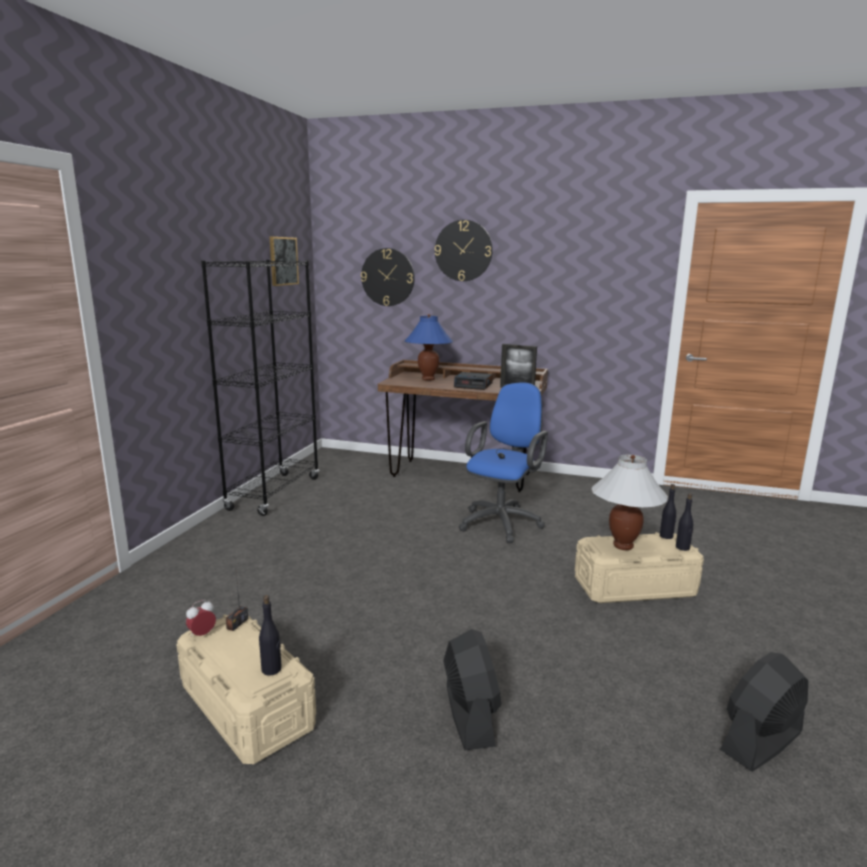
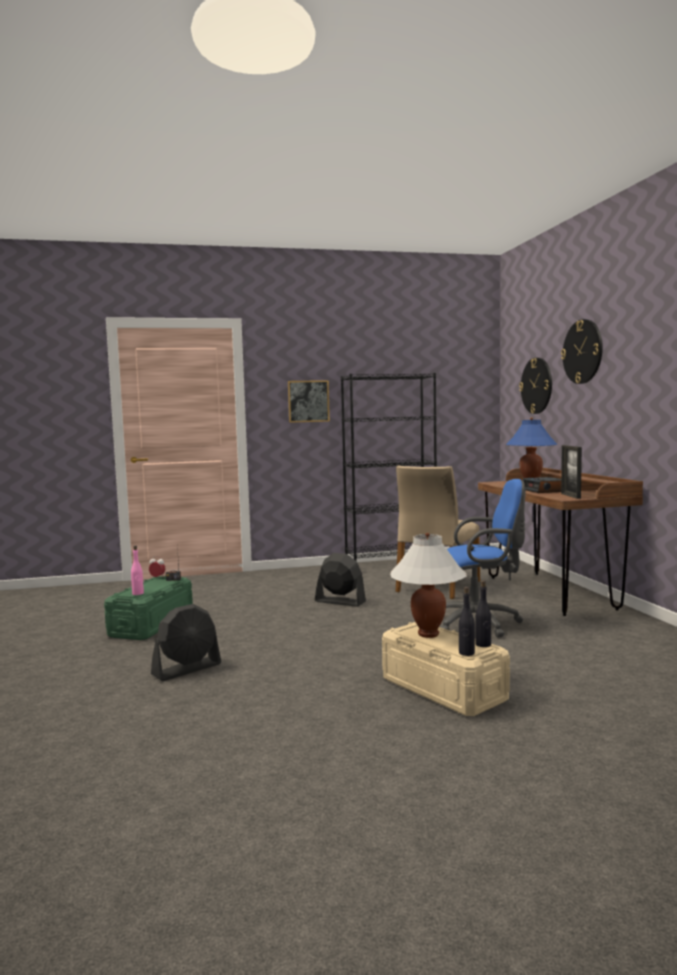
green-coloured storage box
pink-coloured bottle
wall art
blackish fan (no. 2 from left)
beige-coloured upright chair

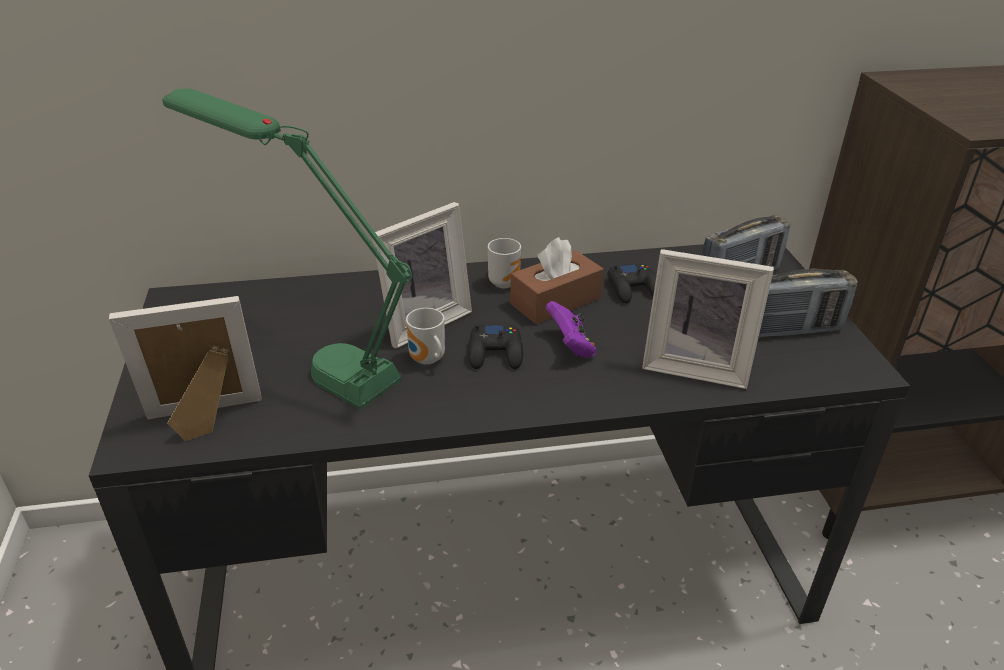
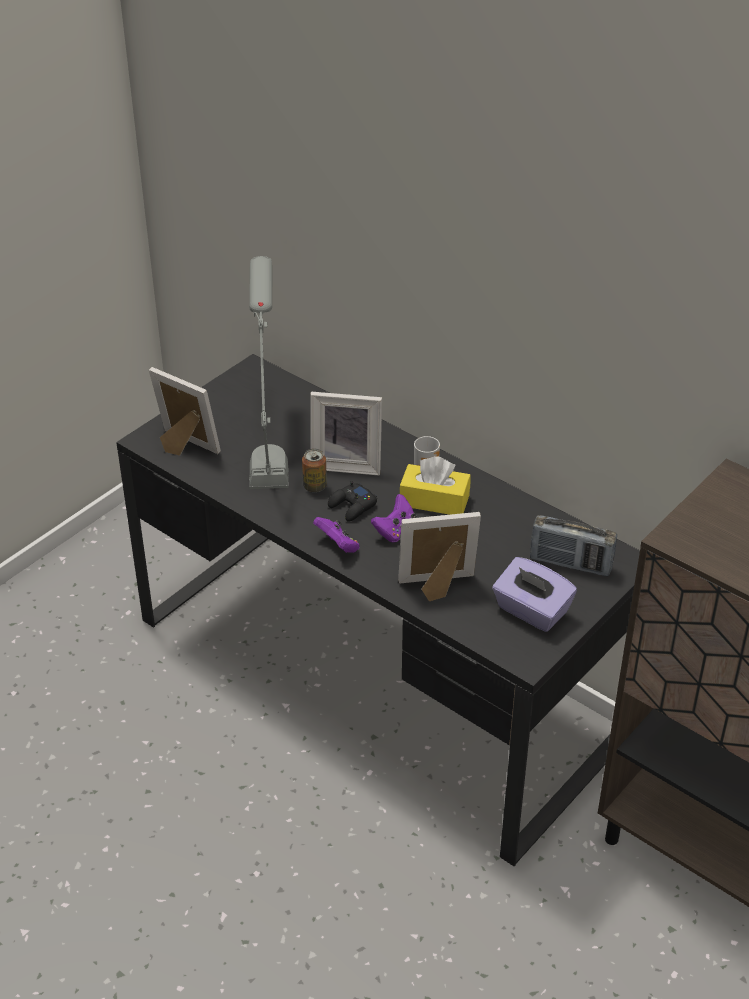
gray lamp for a table
can
purple gamepad (no. 1 from left)
standing frame (no. 3 from left)
yellowish tissue box
purple tissue box
blackish gamepad (no. 2 from left in the first image)

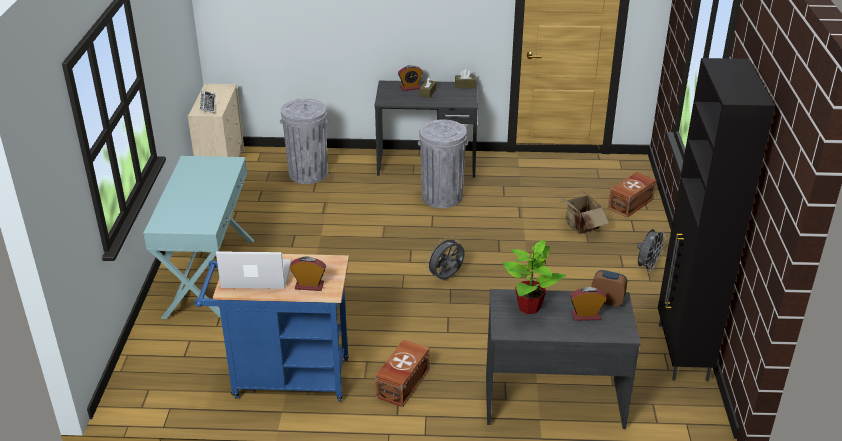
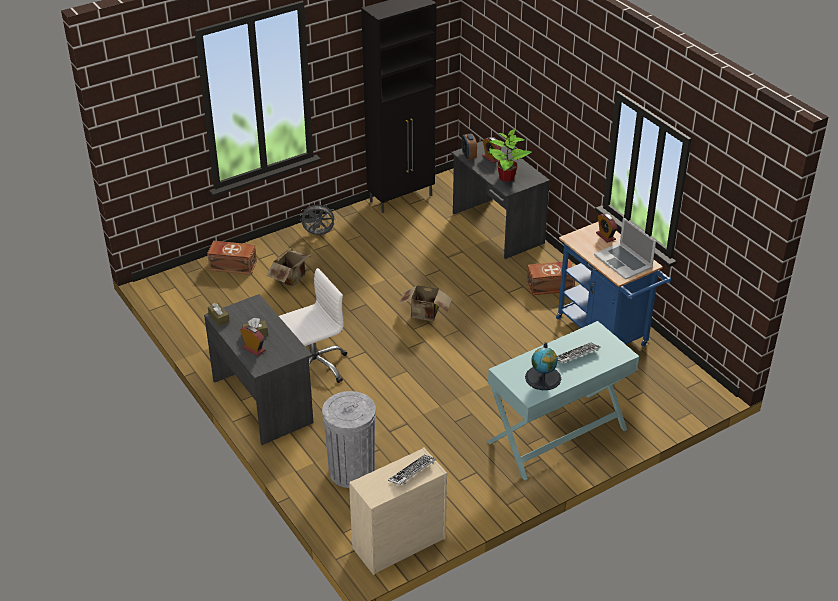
white-coloured office chair
packing box (no. 2 from left)
globe
computer keyboard (no. 2 from left)

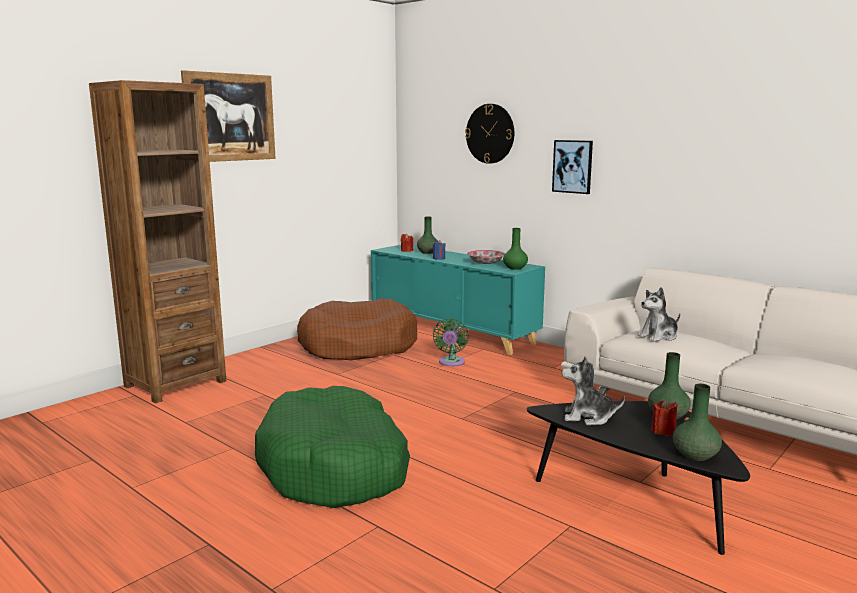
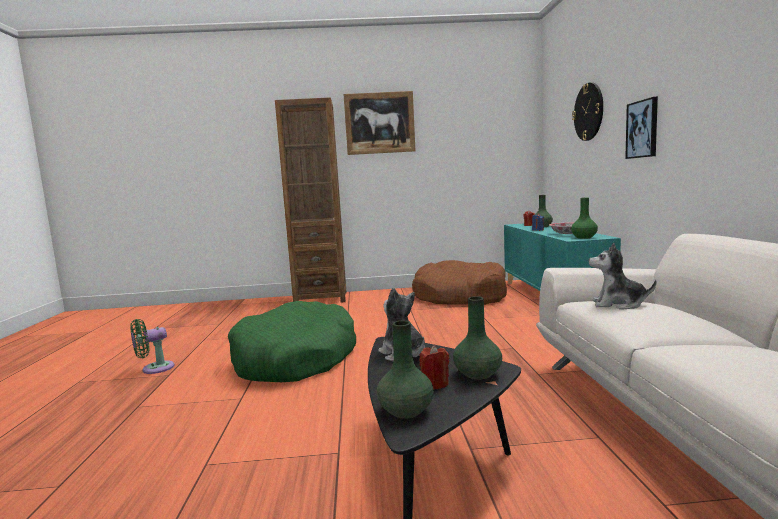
green-coloured fan

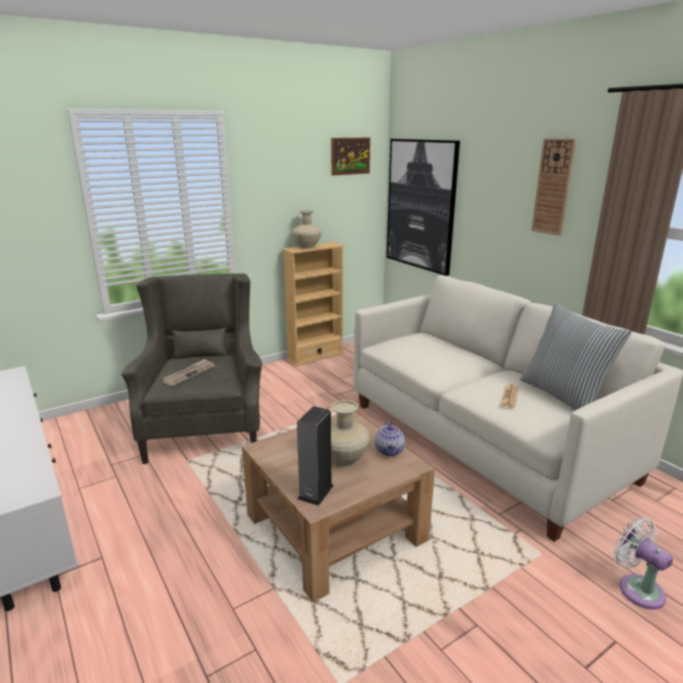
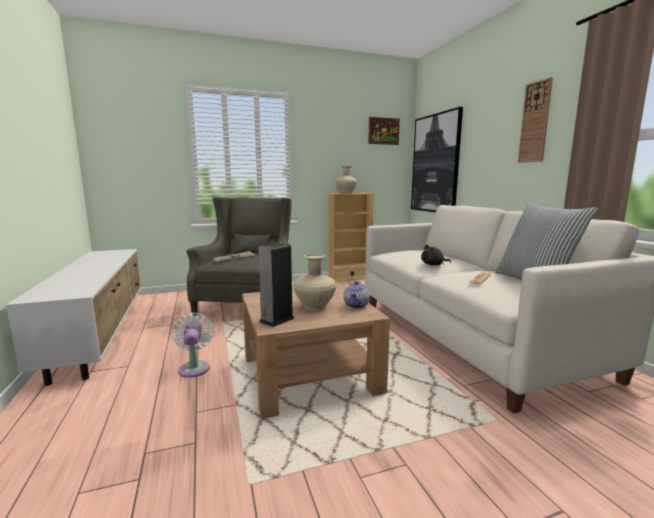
white-coloured fan
blackish cuddly toy

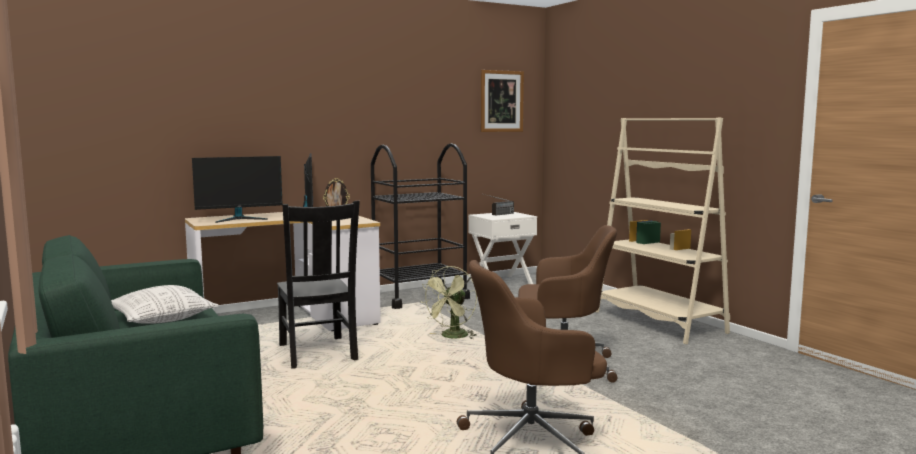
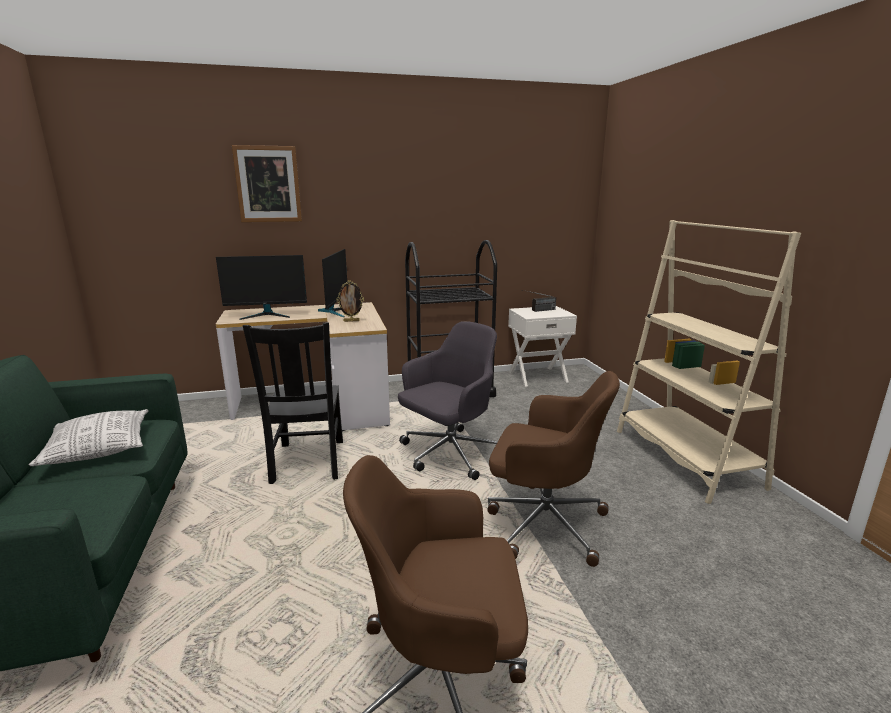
wall art
gray office chair

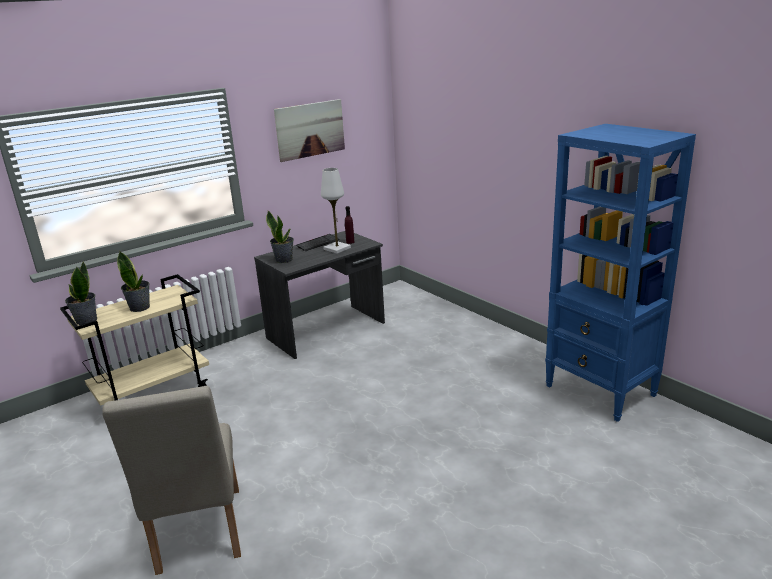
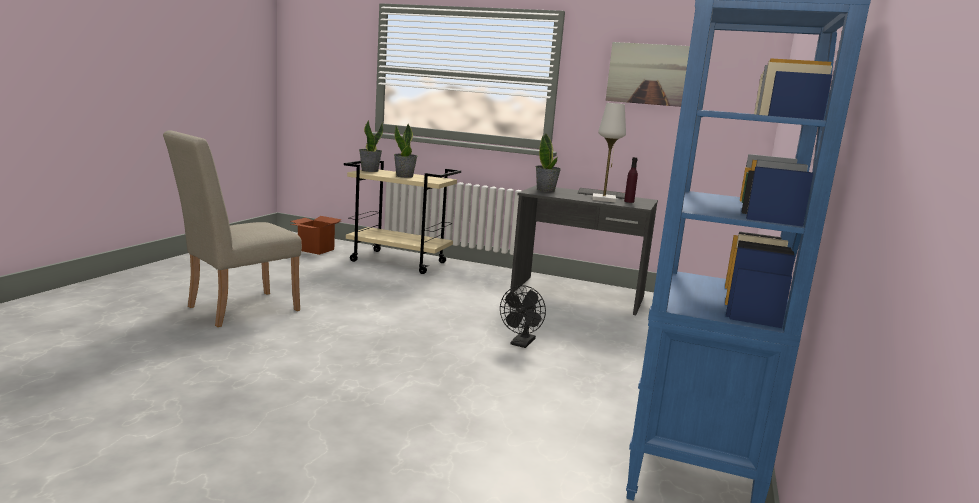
packing box
blackish fan

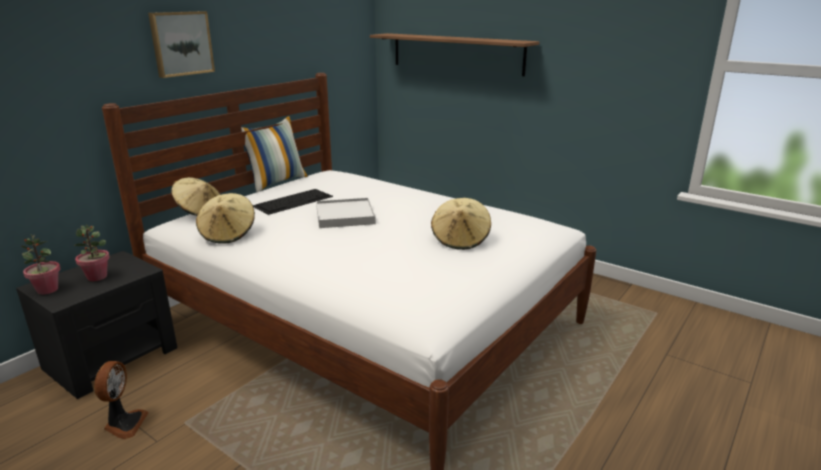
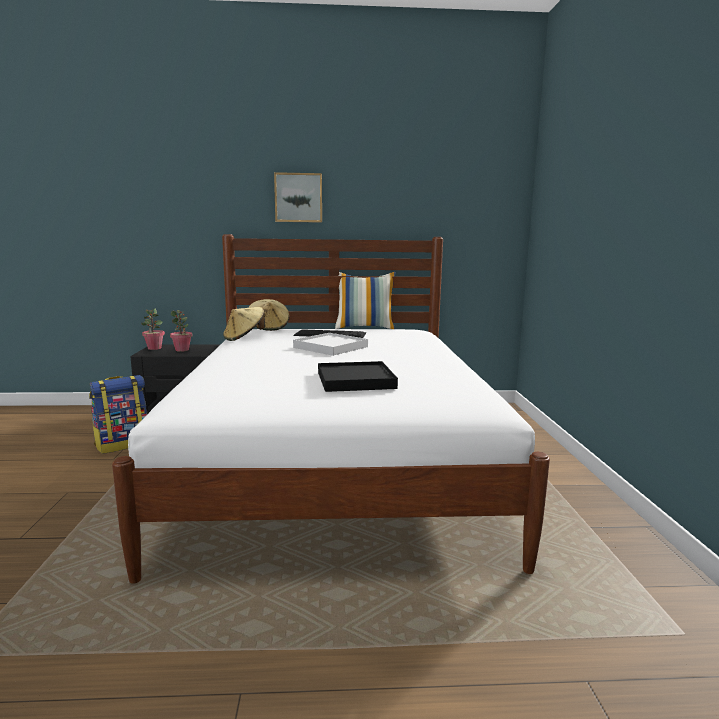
backpack
blackish serving tray
bracket shelf

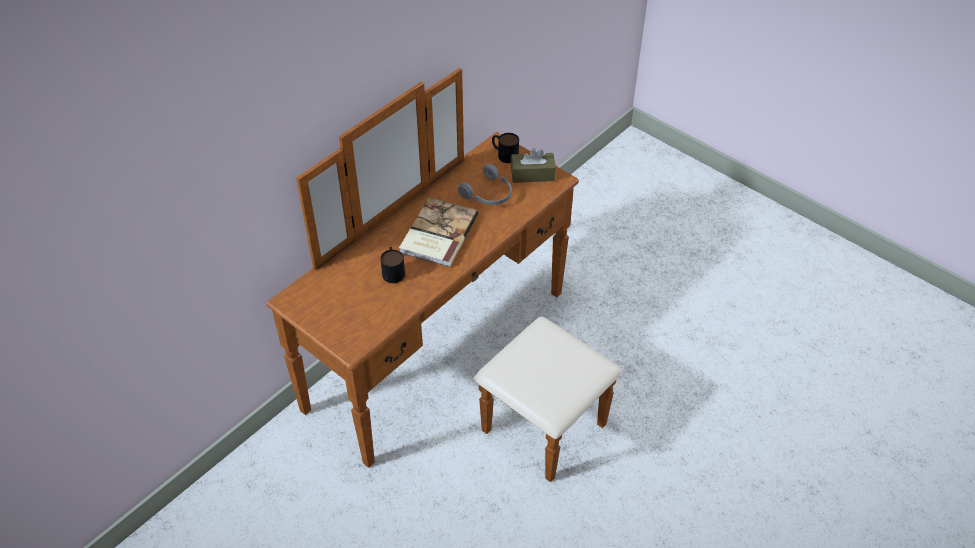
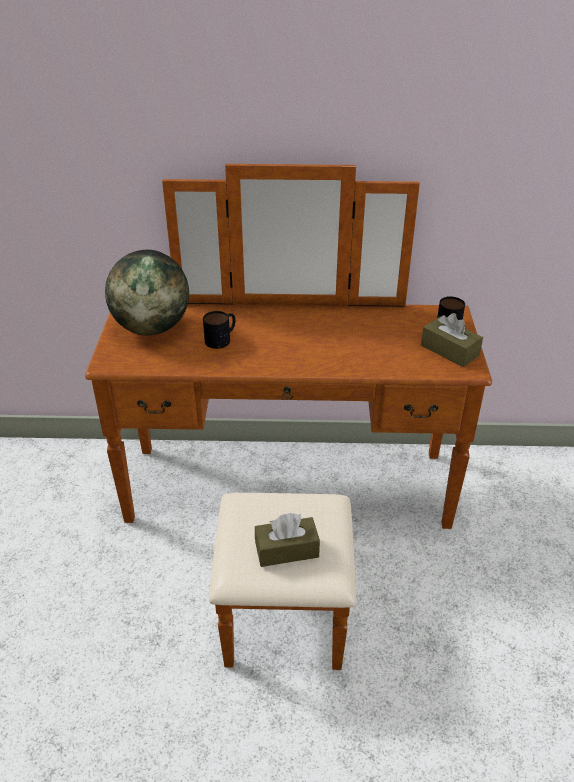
globe
brown-coloured tissue box (no. 1 from left)
volume
gray headset

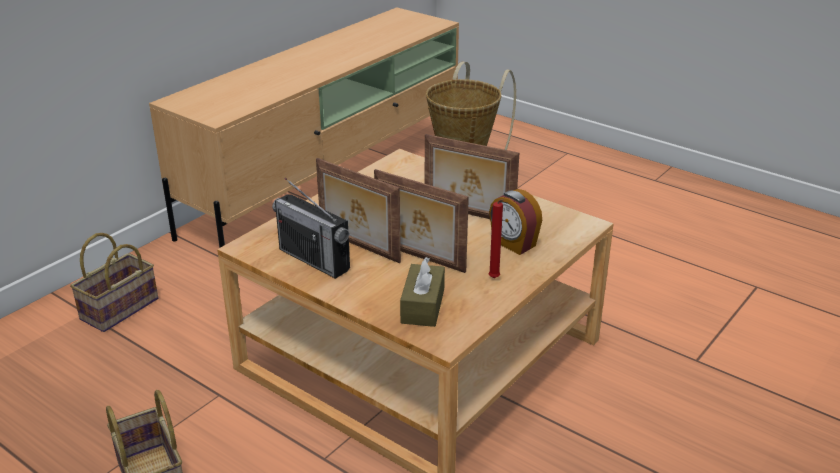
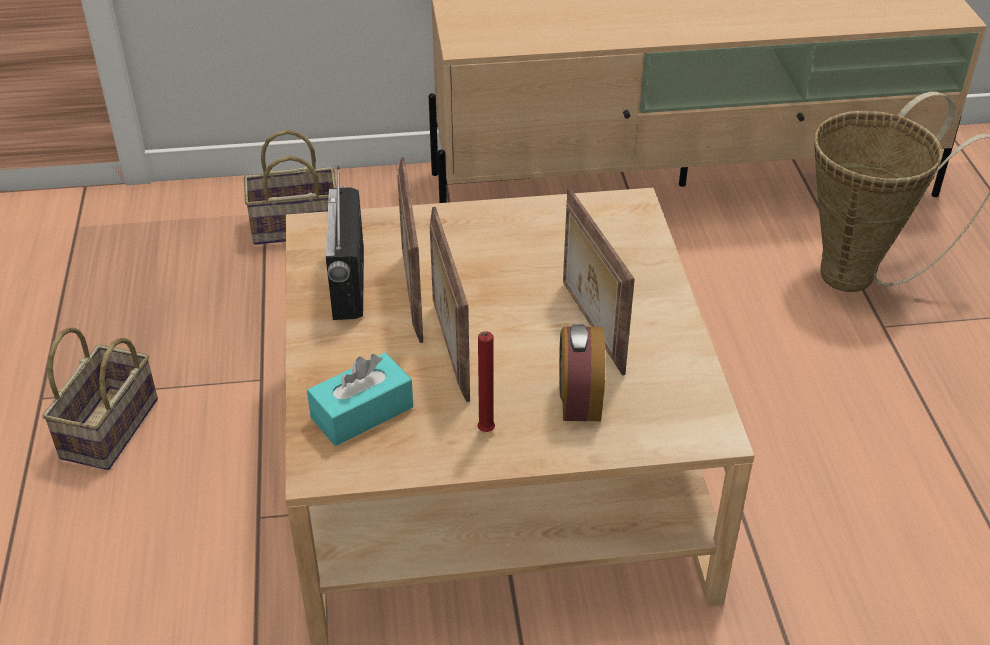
turquoise-coloured tissue box

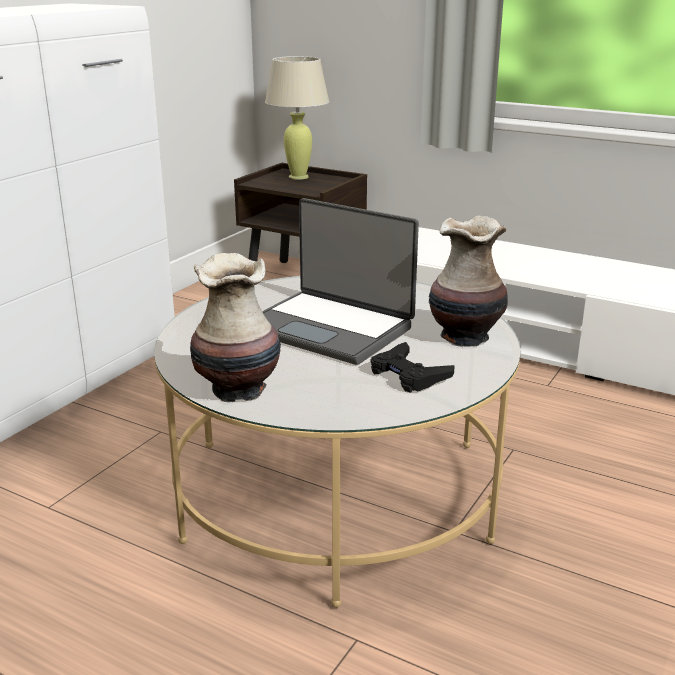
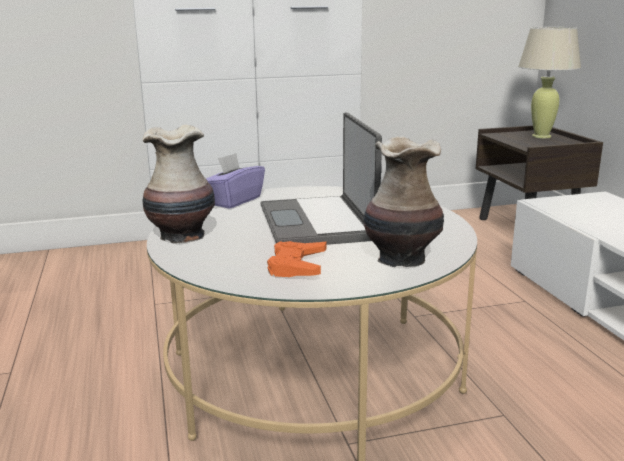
purple tissue box
orange-coloured gamepad

